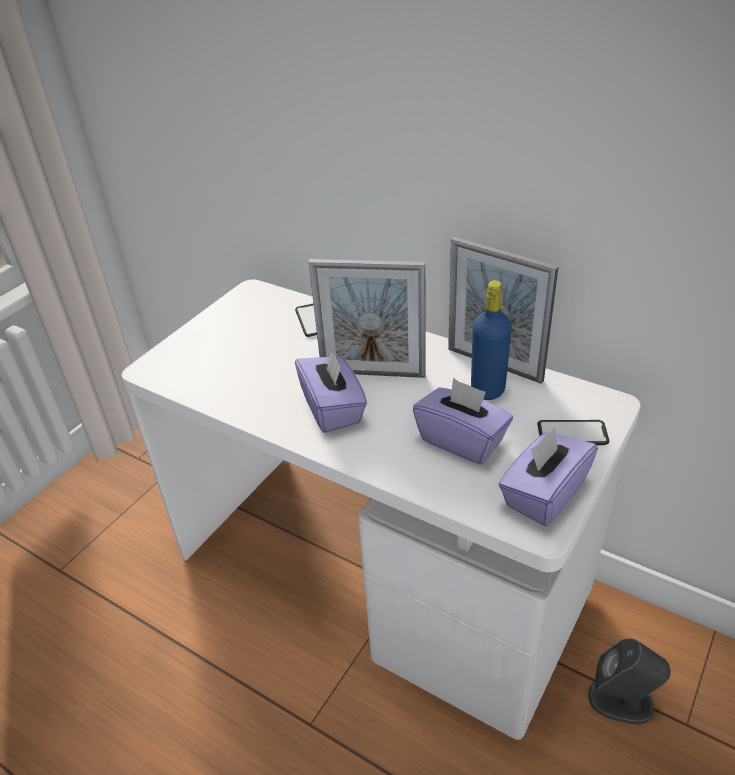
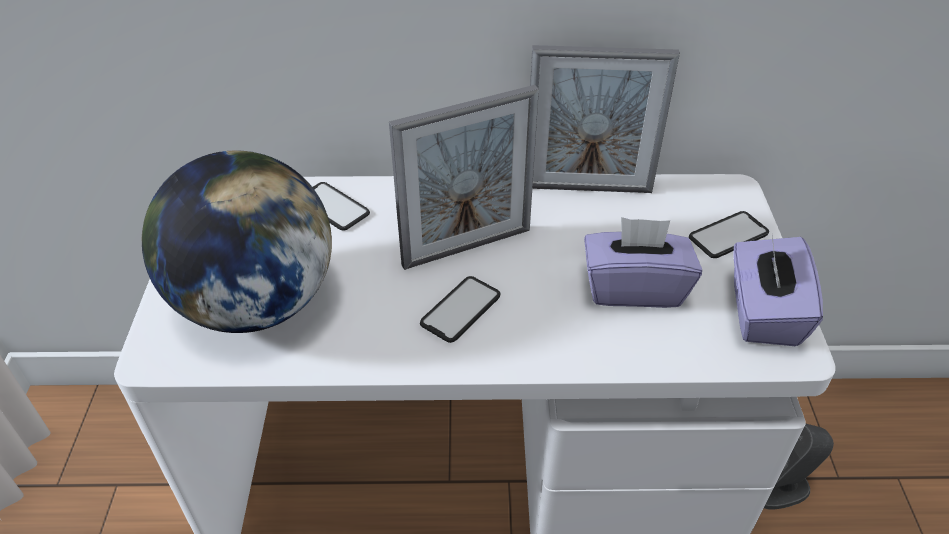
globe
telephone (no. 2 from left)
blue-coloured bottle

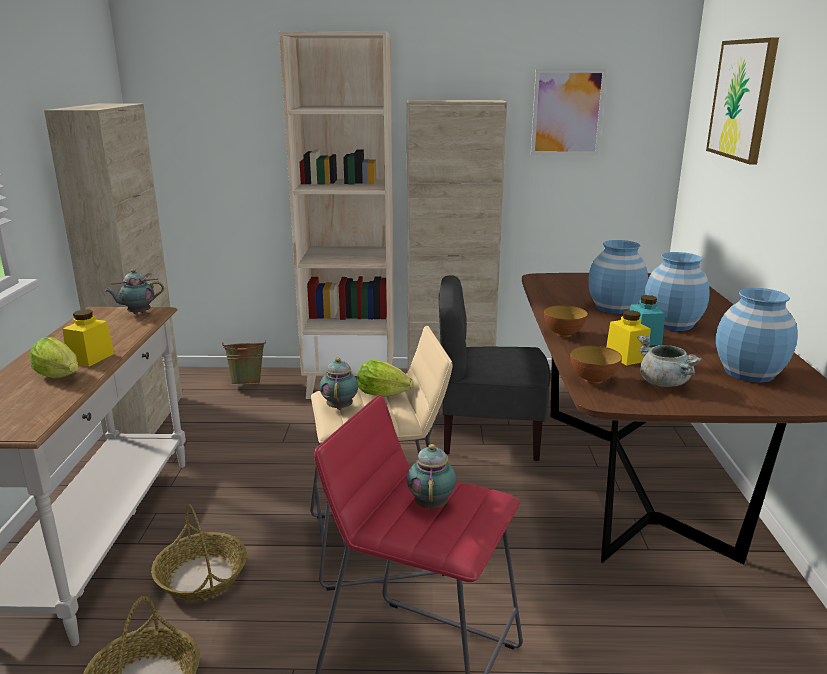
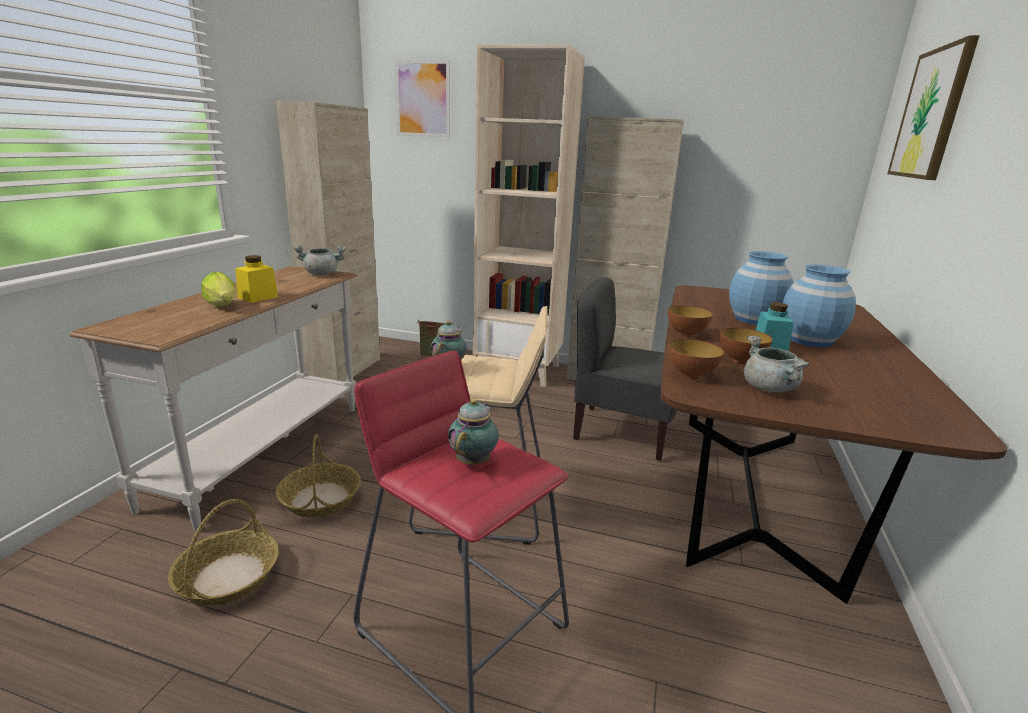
gray saucepot (no. 1 from left)
wall art (no. 1 from left)
bowl (no. 3 from left)
lettuce head (no. 2 from left in the first image)
blue-coloured decorative vase (no. 3 from left in the first image)

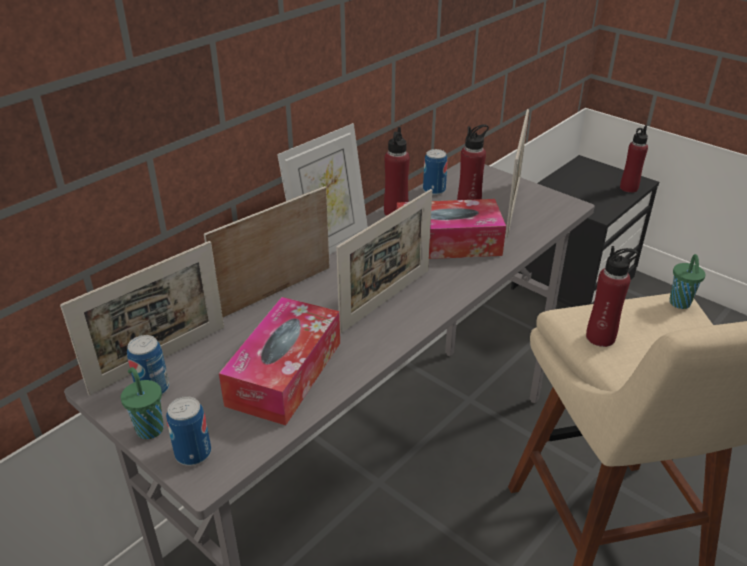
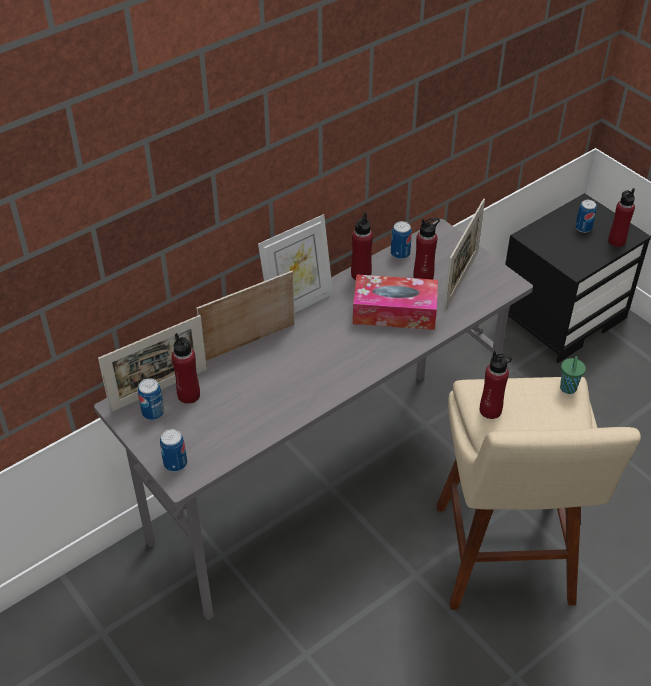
red-coloured bottle (no. 1 from left)
can (no. 4 from left)
green-coloured small cup (no. 1 from left in the first image)
tissue box (no. 1 from left in the first image)
standing frame (no. 4 from left in the first image)

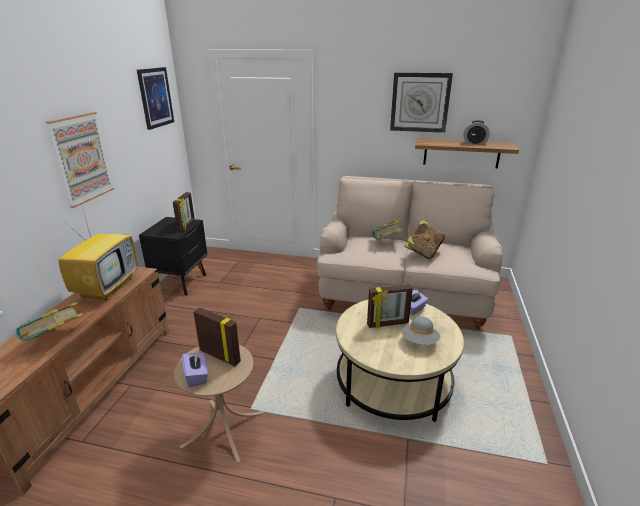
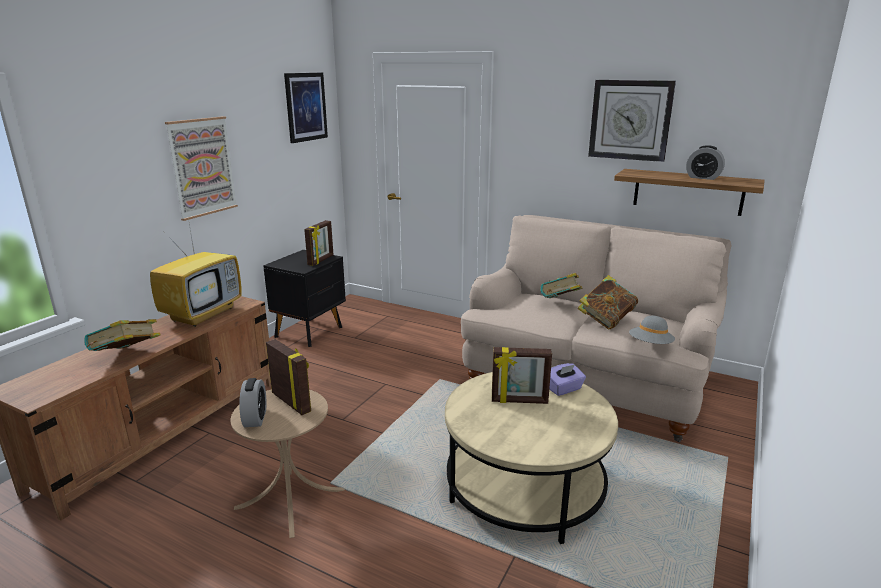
alarm clock (no. 1 from left)
gray wearable hat

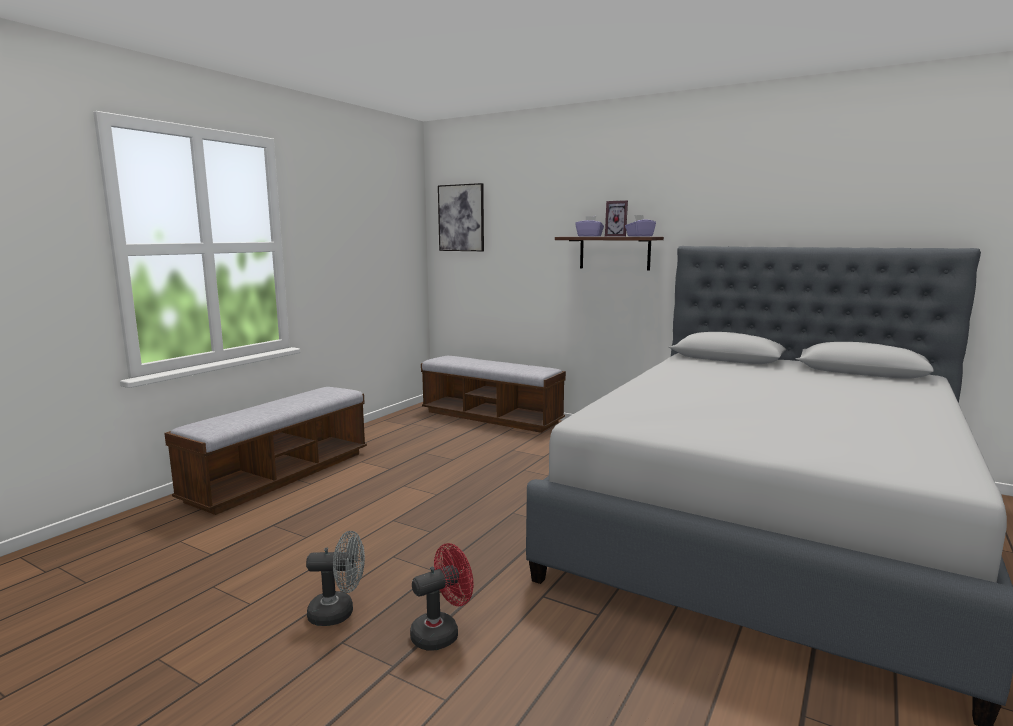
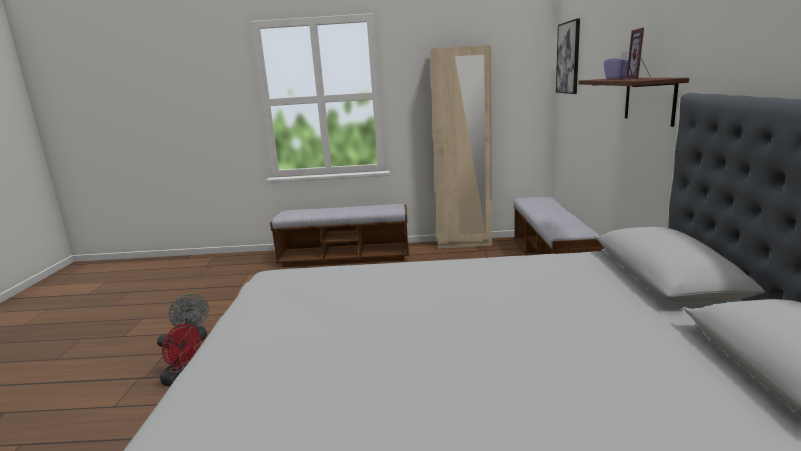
beige-coloured clothes cupboard
purple tissue box (no. 2 from left in the first image)

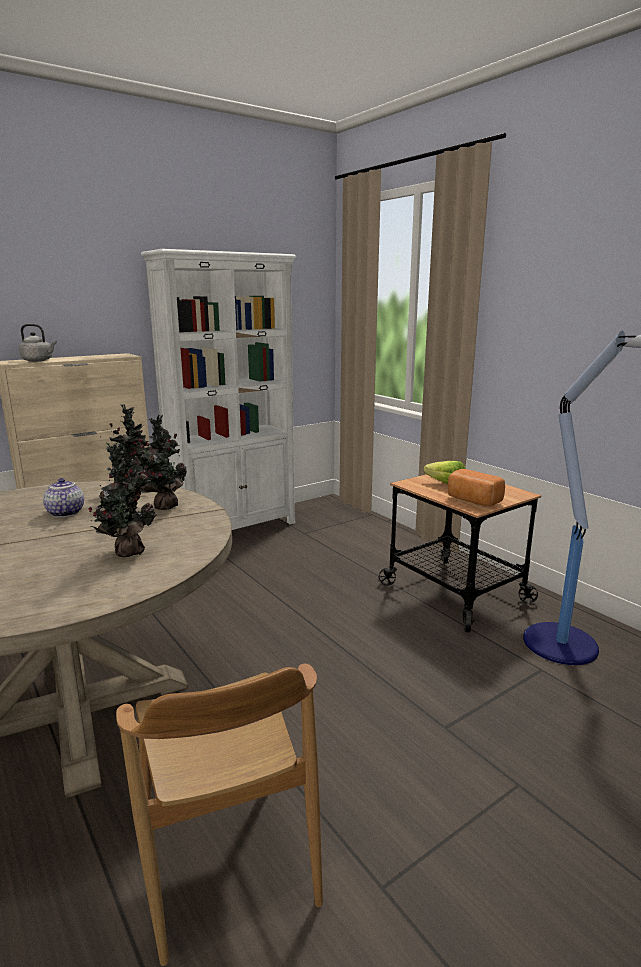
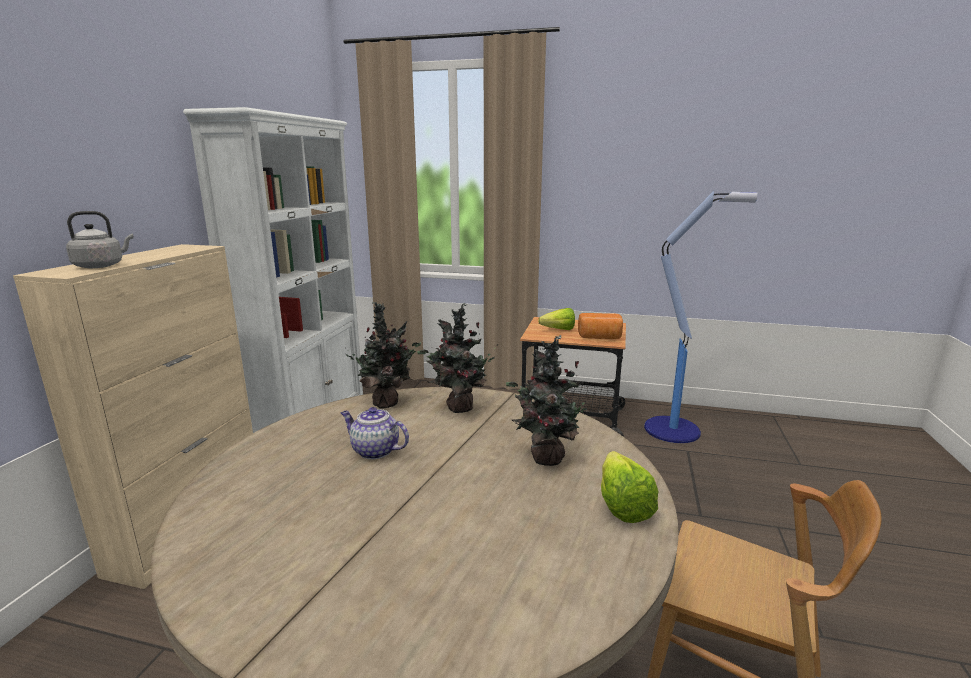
lettuce head (no. 2 from left)

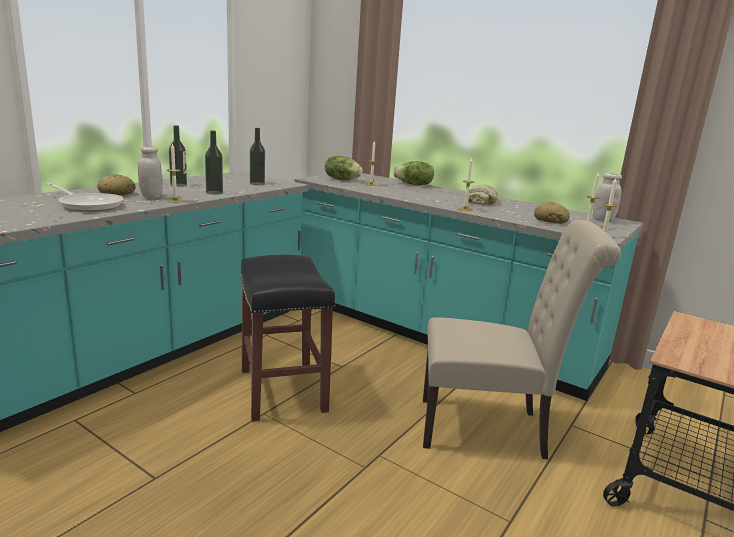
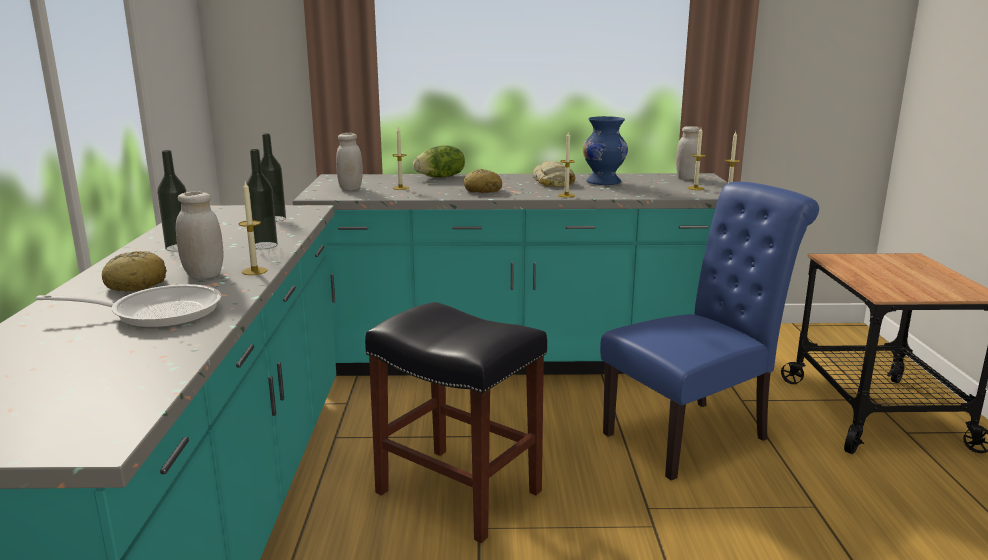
white-coloured preserve jar (no. 2 from left)
bread (no. 2 from left)
blue-coloured decorative vase
blue-coloured upright chair

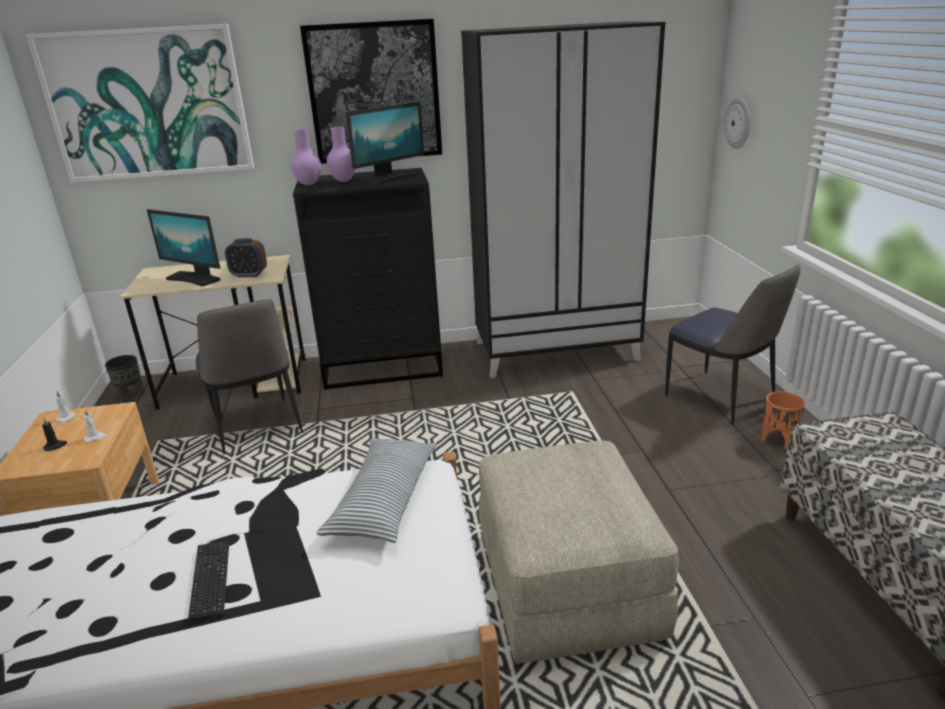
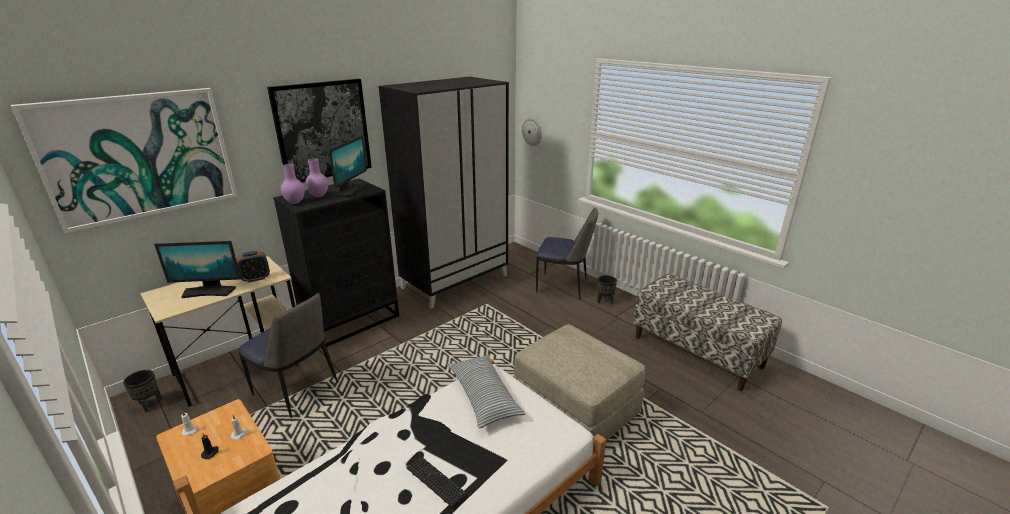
blackish plant pot (no. 2 from left)

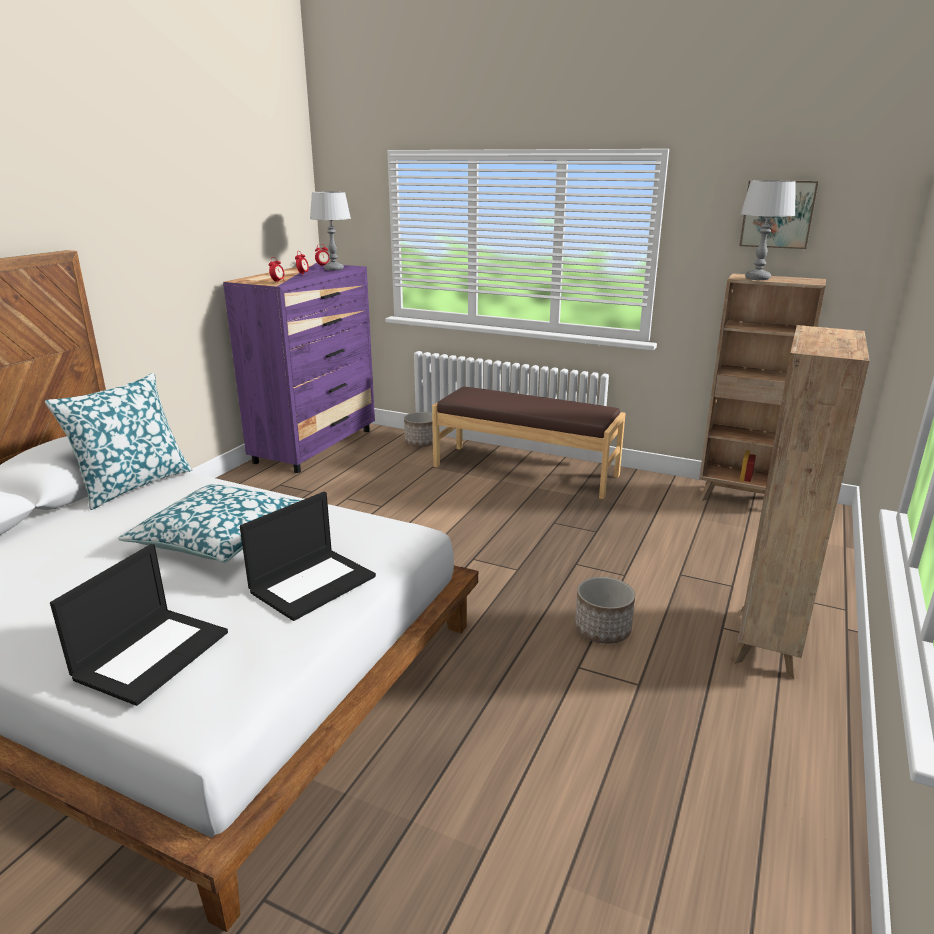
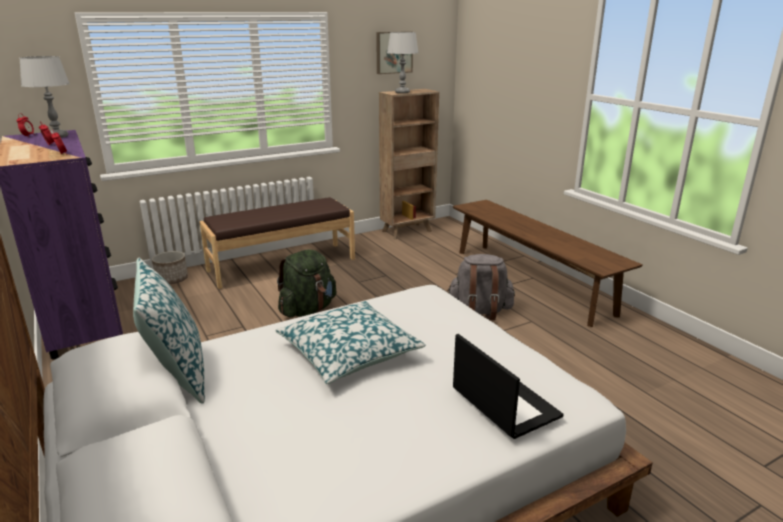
green-coloured backpack
gray backpack
brown-coloured long seat (no. 2 from left)
laptop (no. 2 from left in the first image)

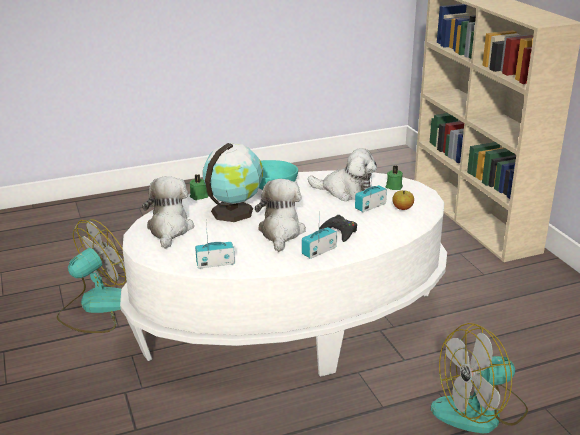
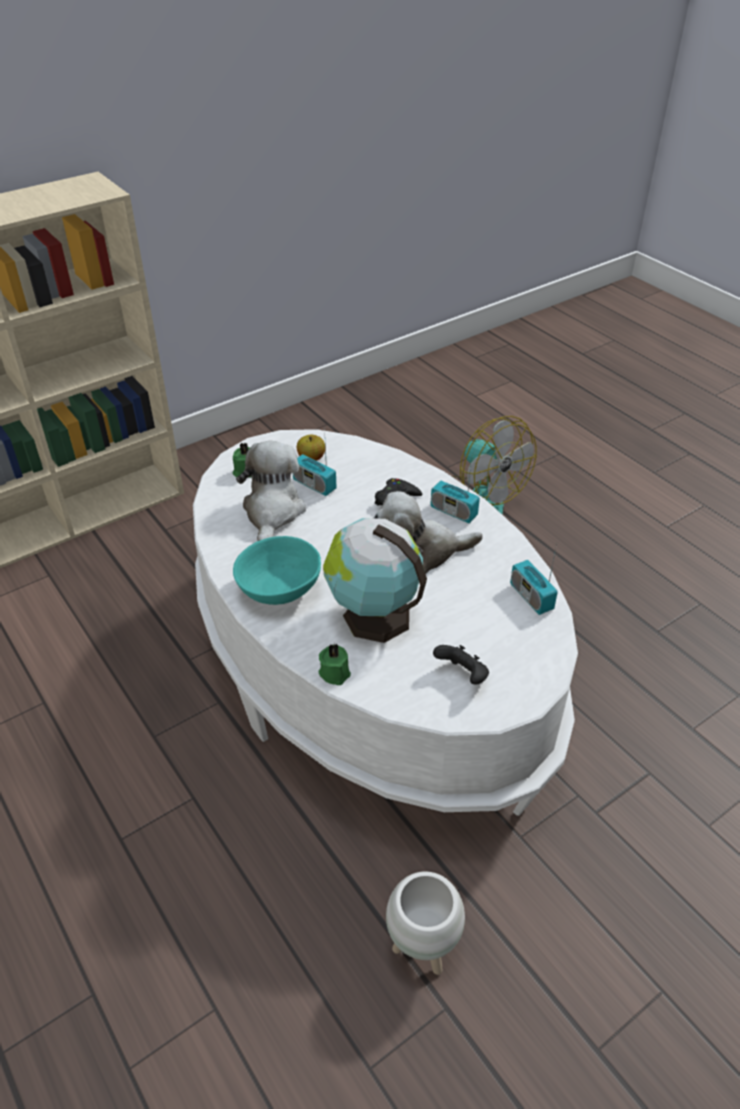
white-coloured plant pot
blackish gamepad (no. 2 from left)

